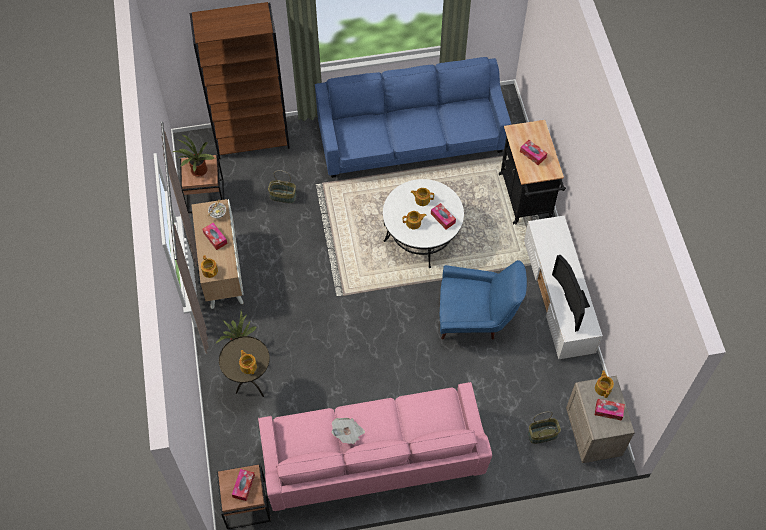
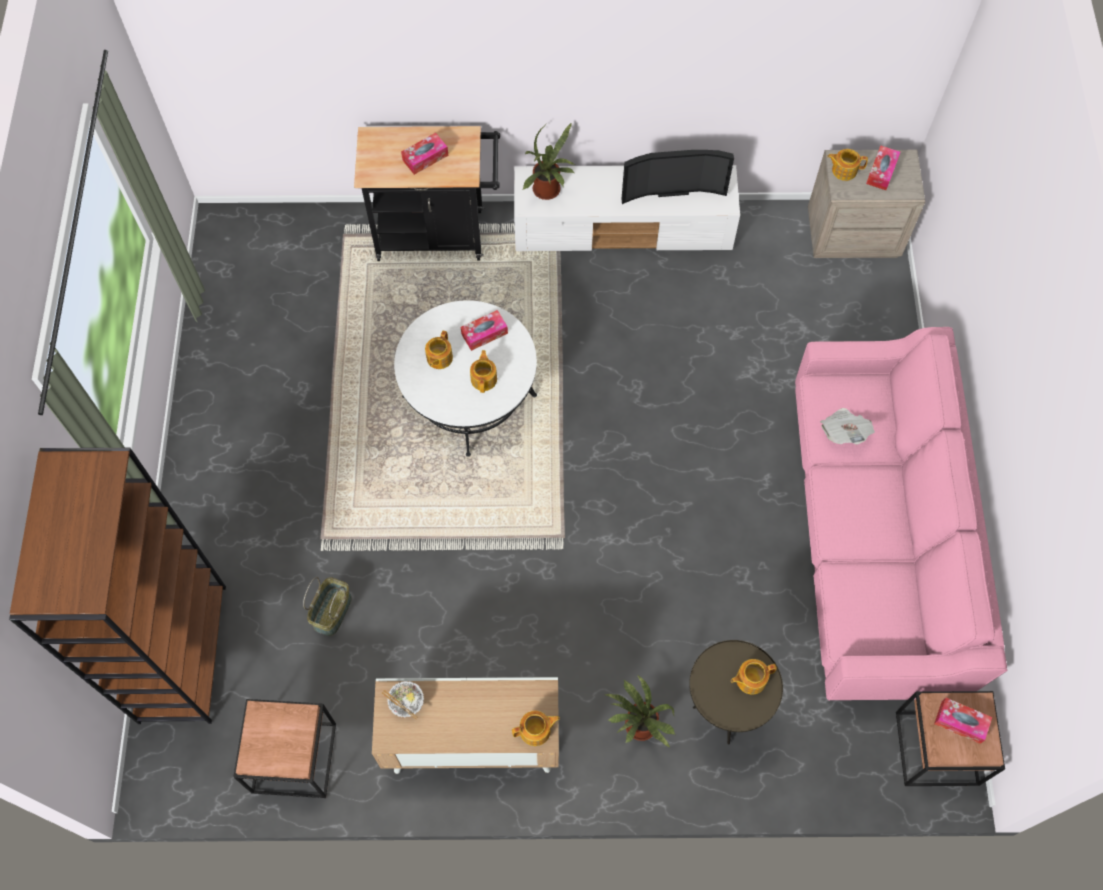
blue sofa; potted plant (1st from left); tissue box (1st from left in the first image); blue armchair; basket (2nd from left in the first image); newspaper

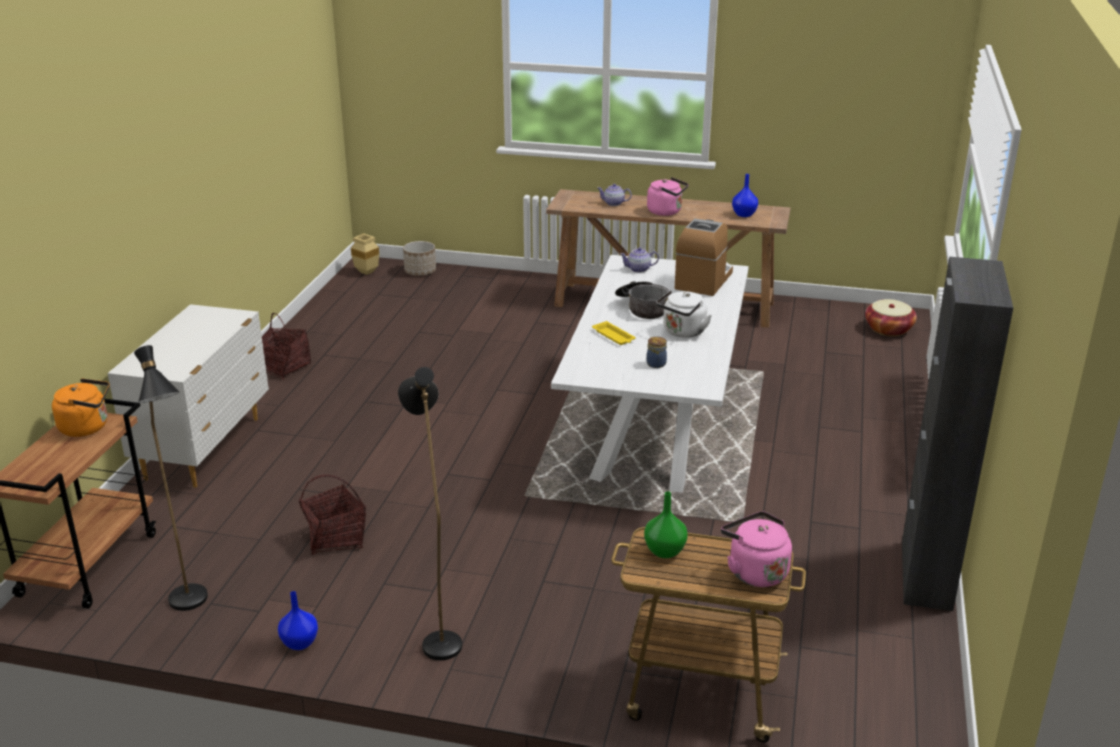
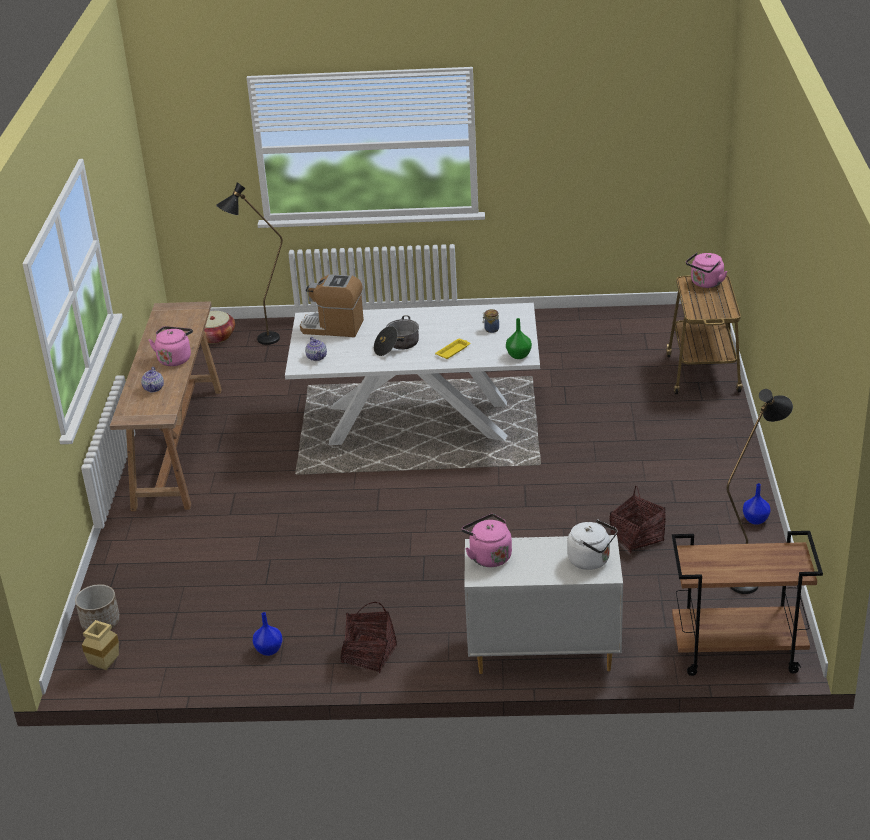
blue vase (1st from left); black cabinet; white kettle; black floor lamp (1st from left); orange kettle; green vase; pink kettle (2nd from left)

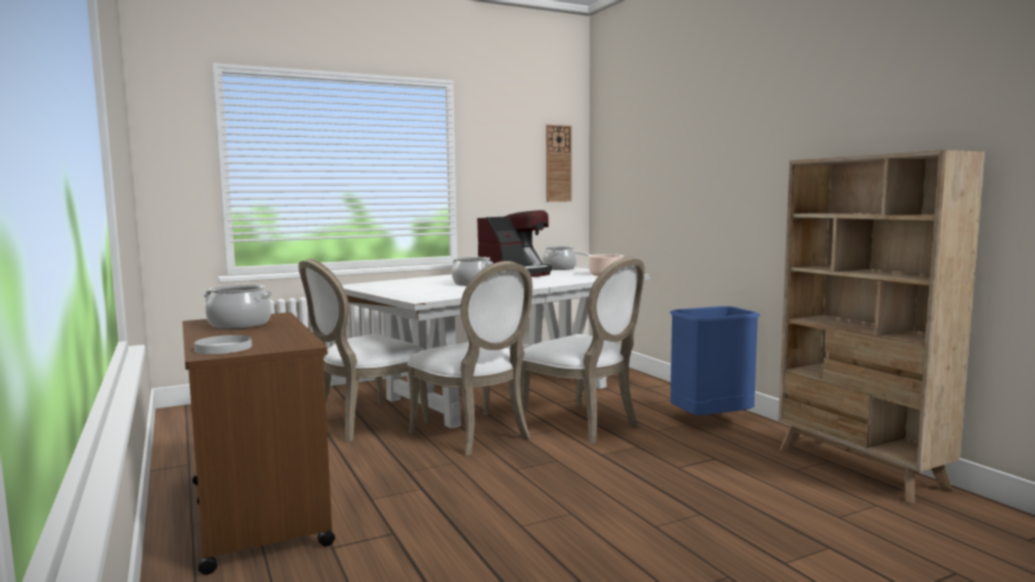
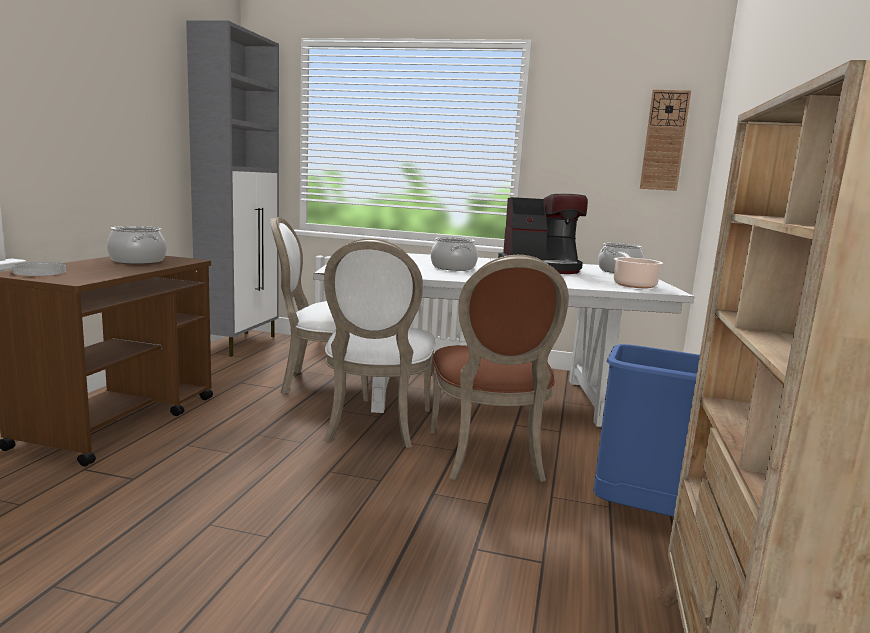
brown chair; grey cabinet

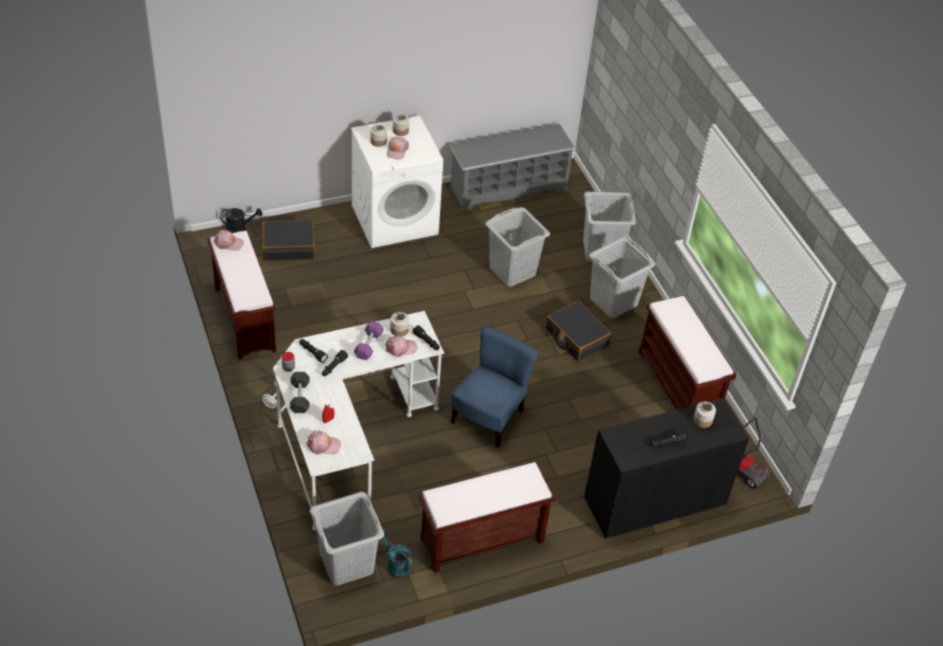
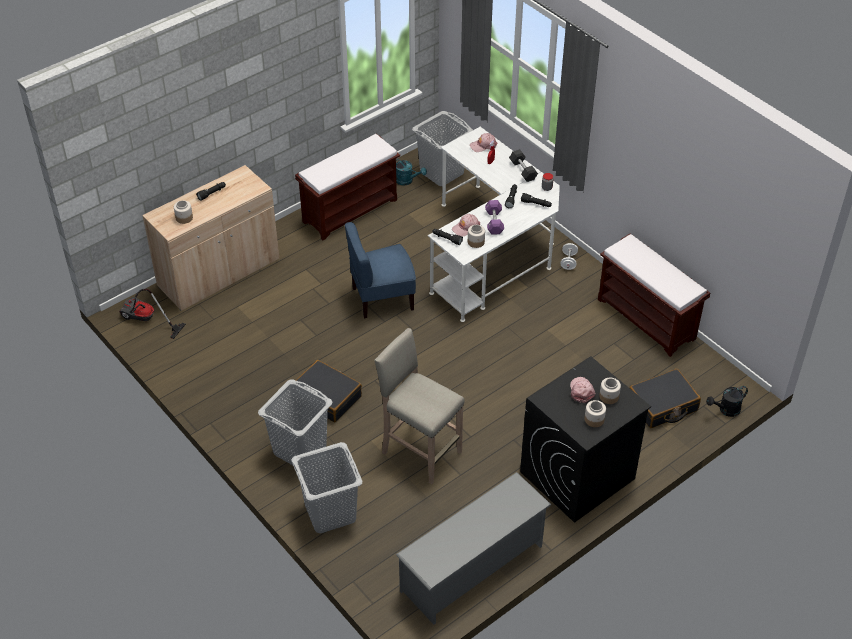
black washing machine; beige stool; pink cap (1st from left in the first image); brown bench (3rd from left in the first image); blue chair; beige cabinet

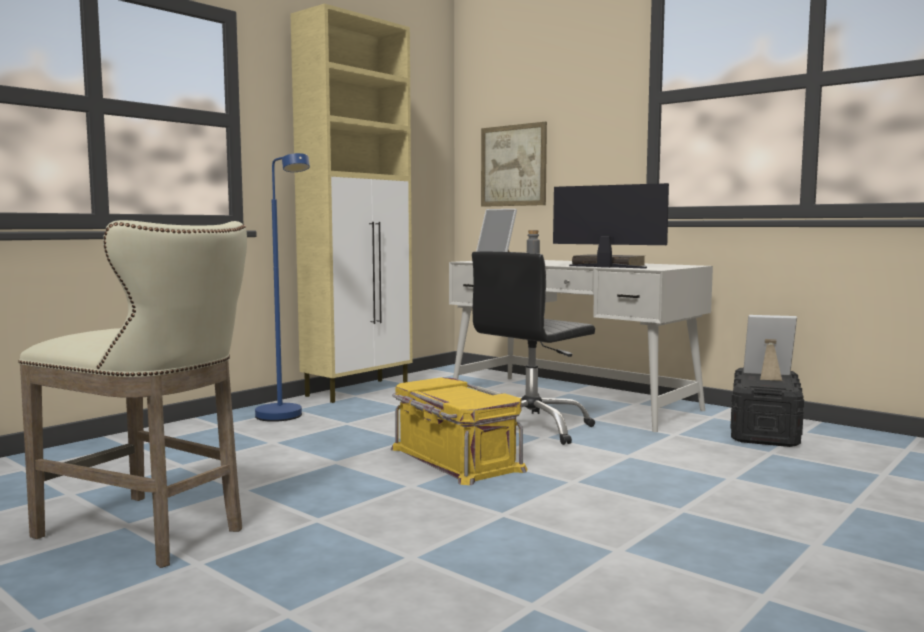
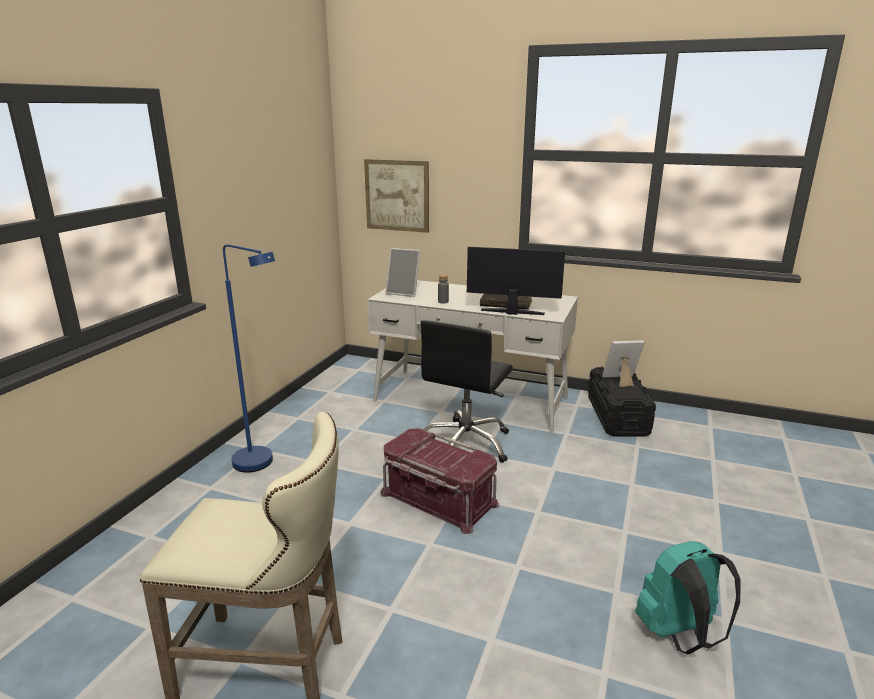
beige cabinet; red storage box; turquoise backpack

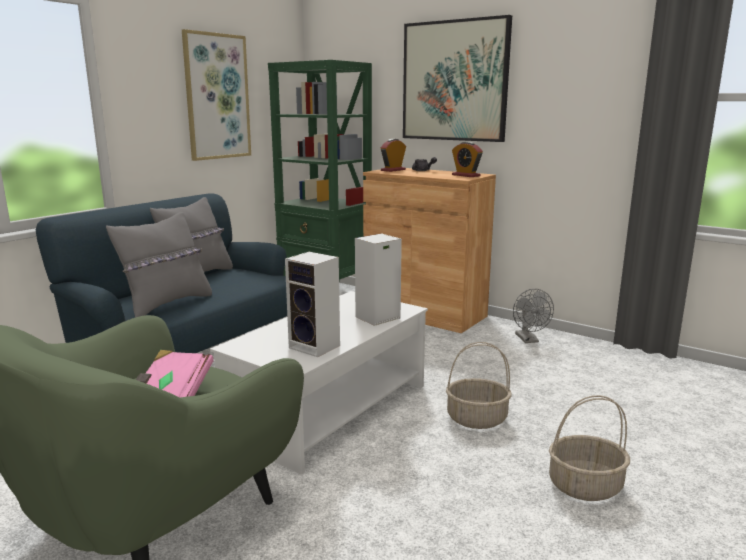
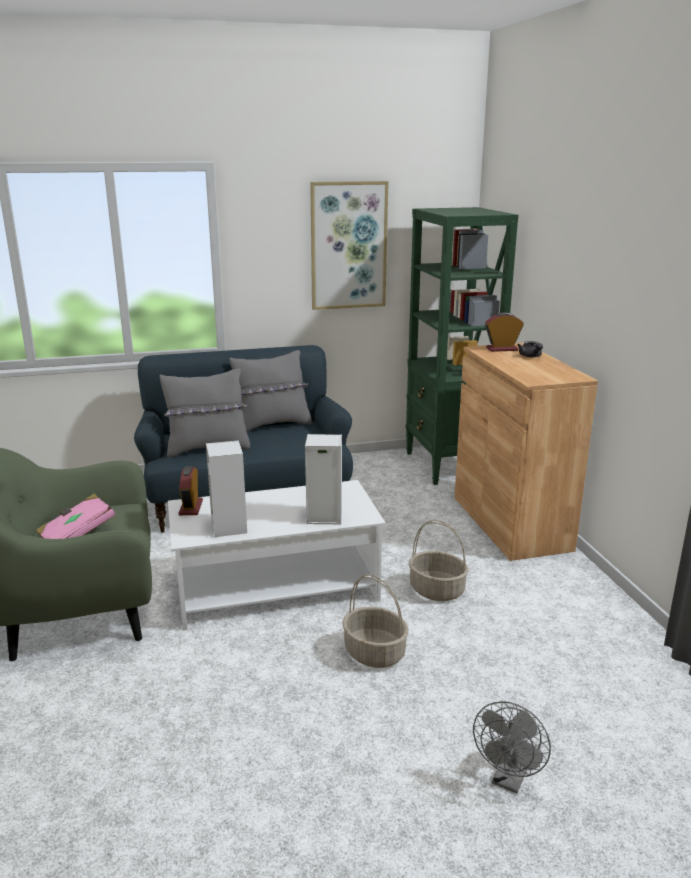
picture (2nd from left in the first image); alarm clock (1st from left); grey fan; basket (2nd from left)

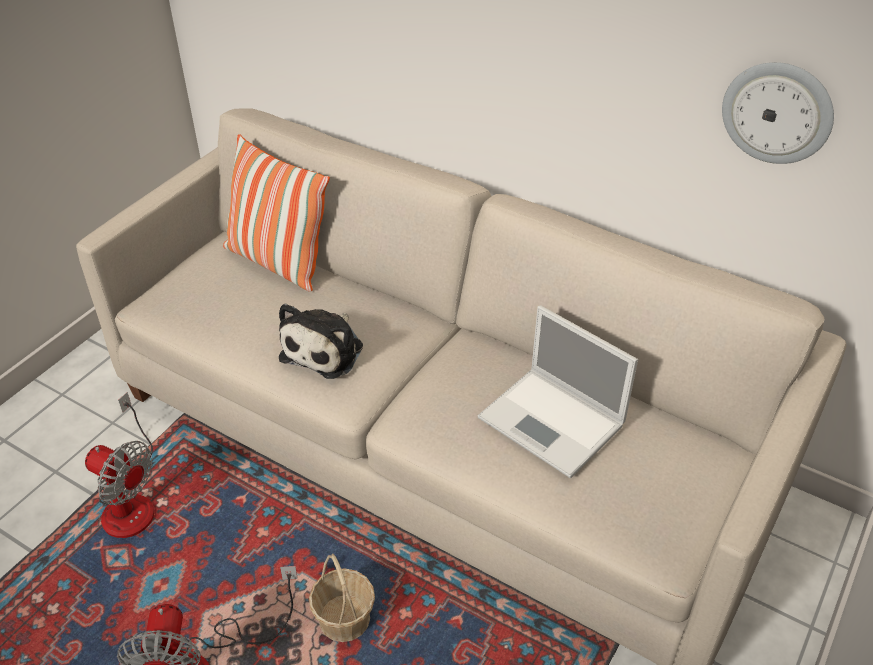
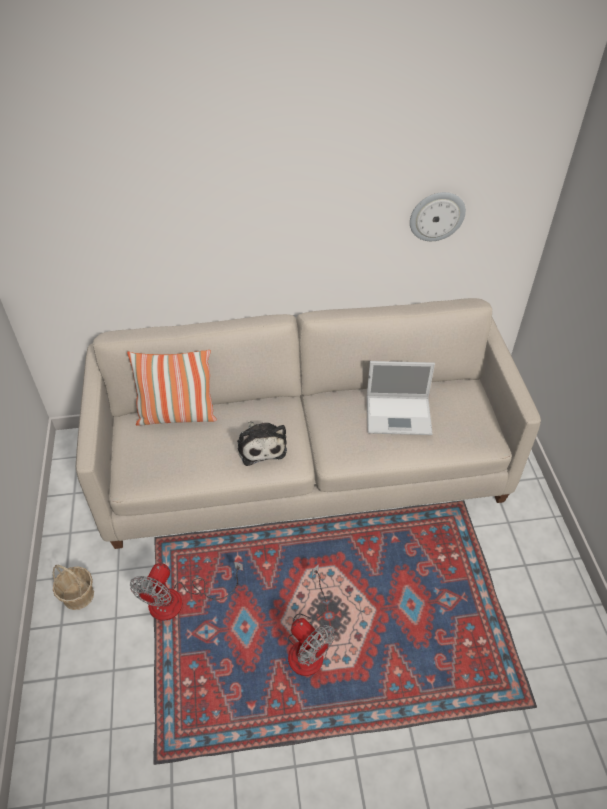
fan (1st from left); basket

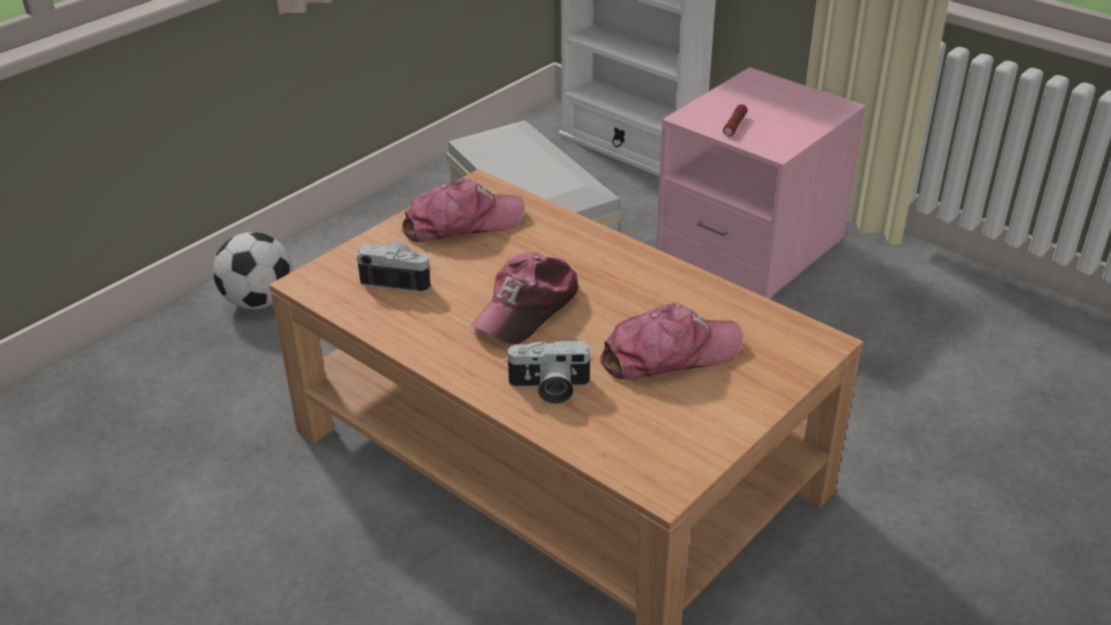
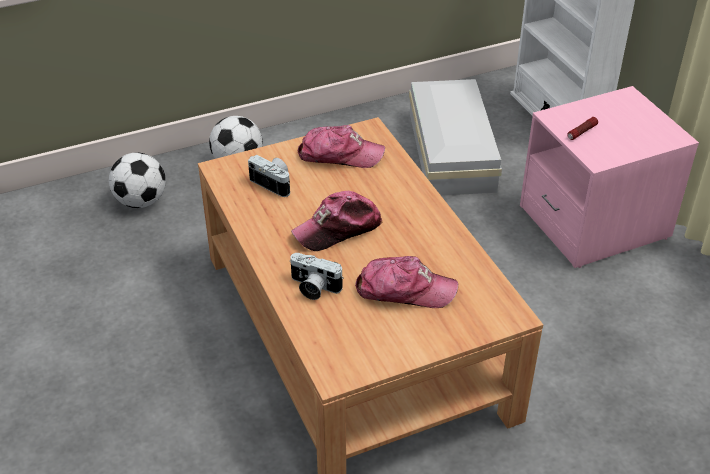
football (1st from left)

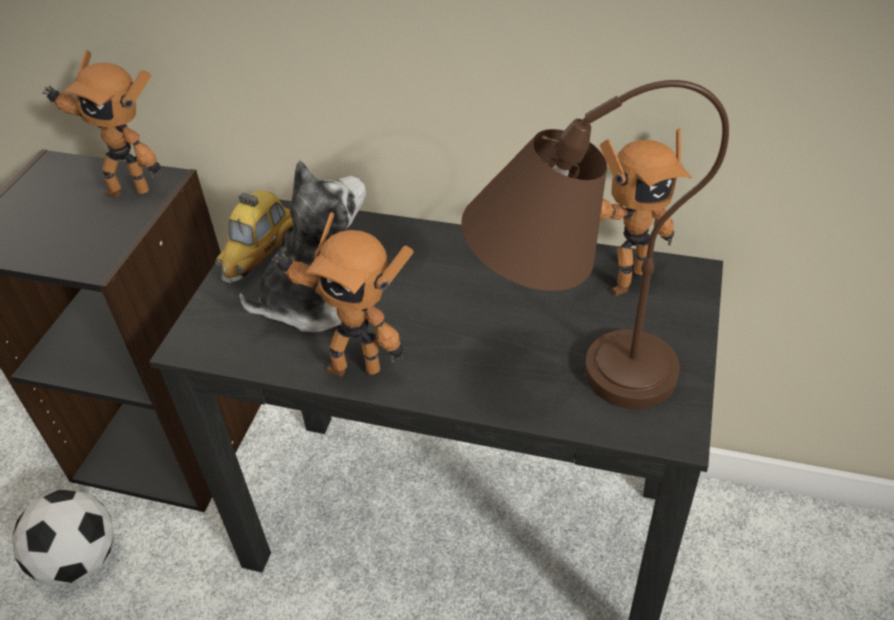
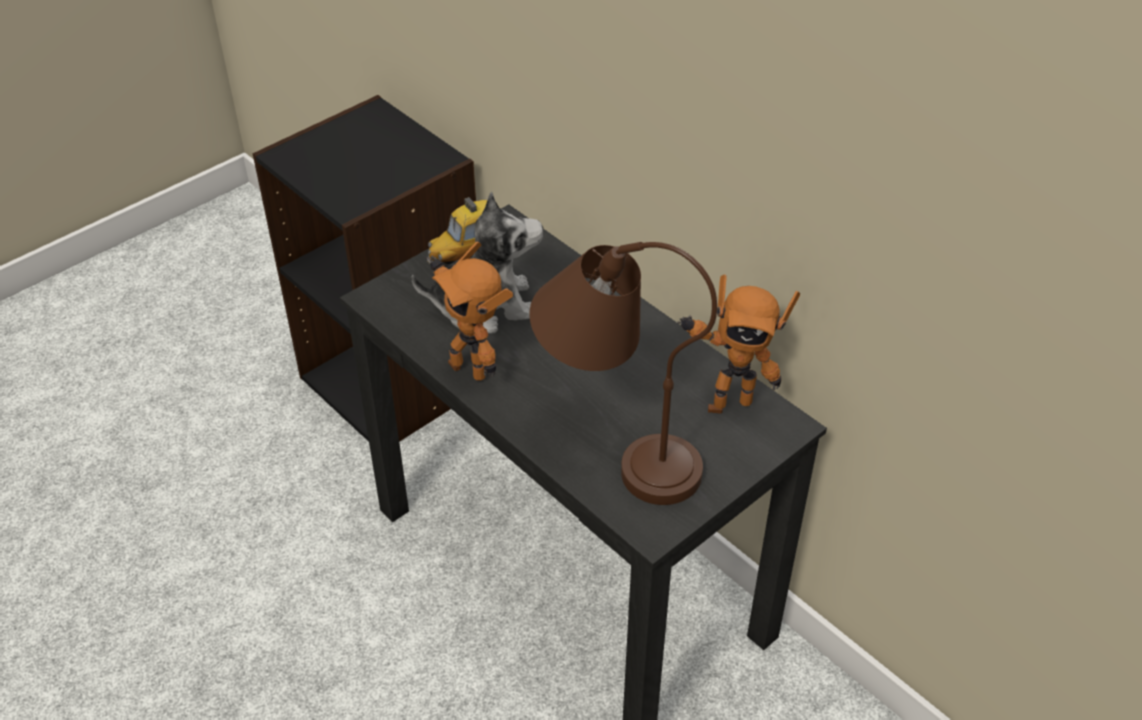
toy robot (1st from left in the first image); football

